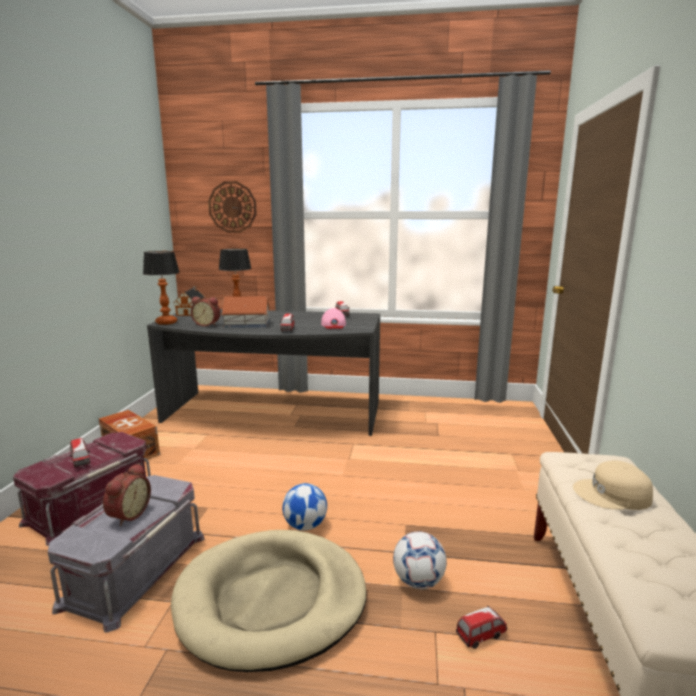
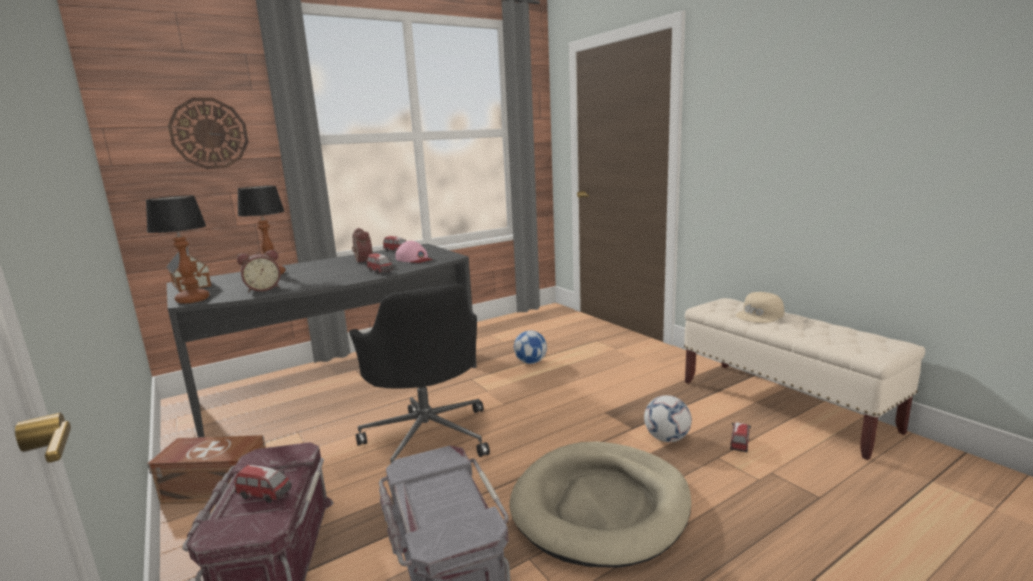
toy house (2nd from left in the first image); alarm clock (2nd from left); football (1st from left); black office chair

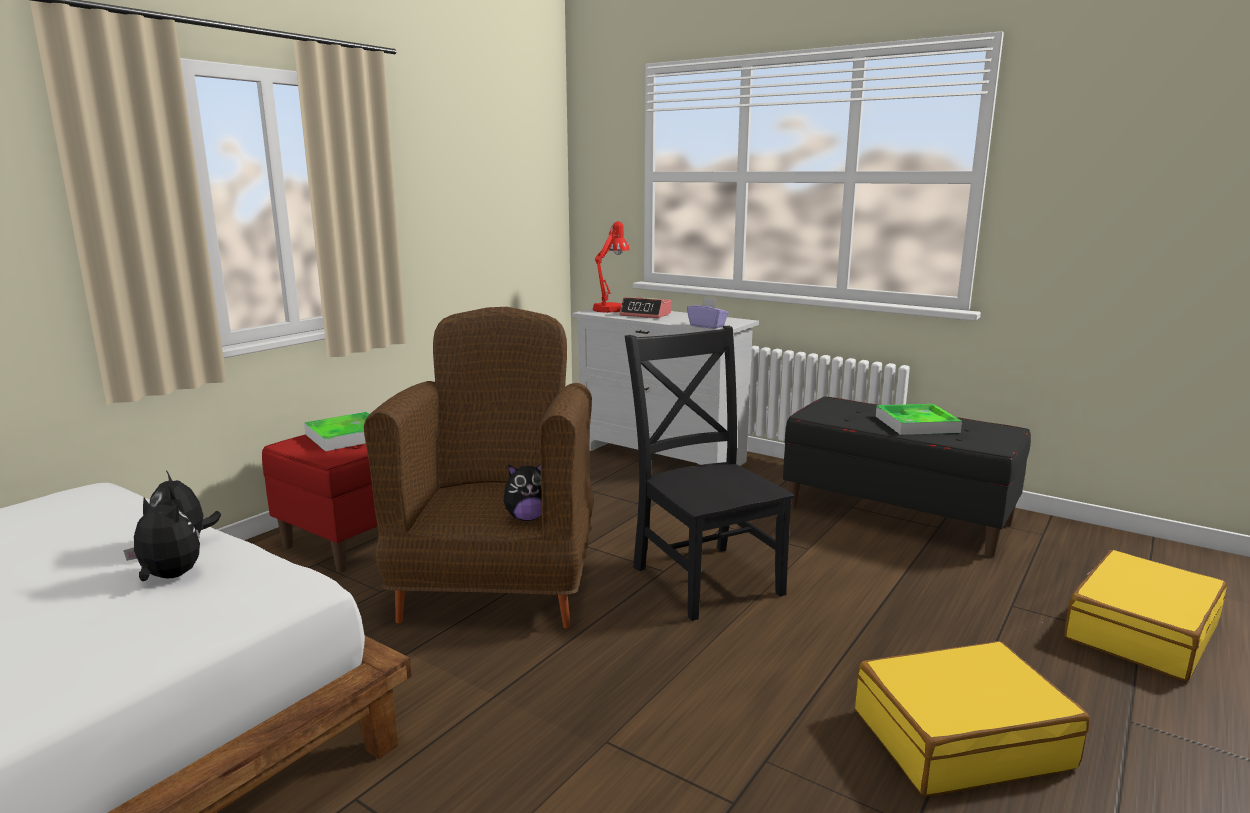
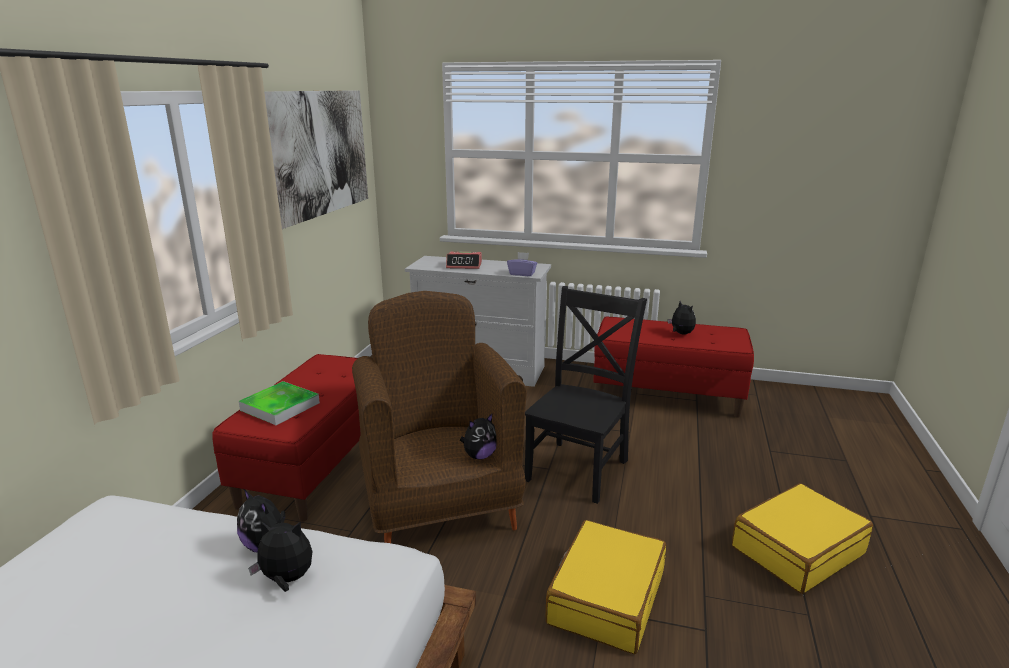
red table lamp; black chair; red bench (2nd from left); plush toy (4th from left); yellow suitcase (1st from left); picture

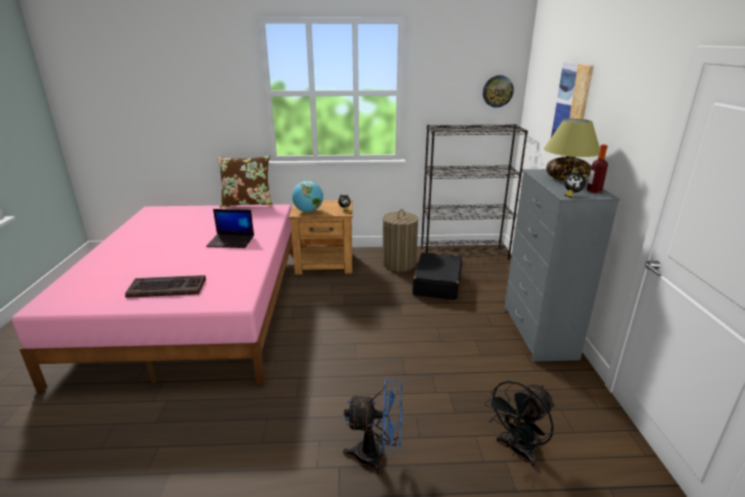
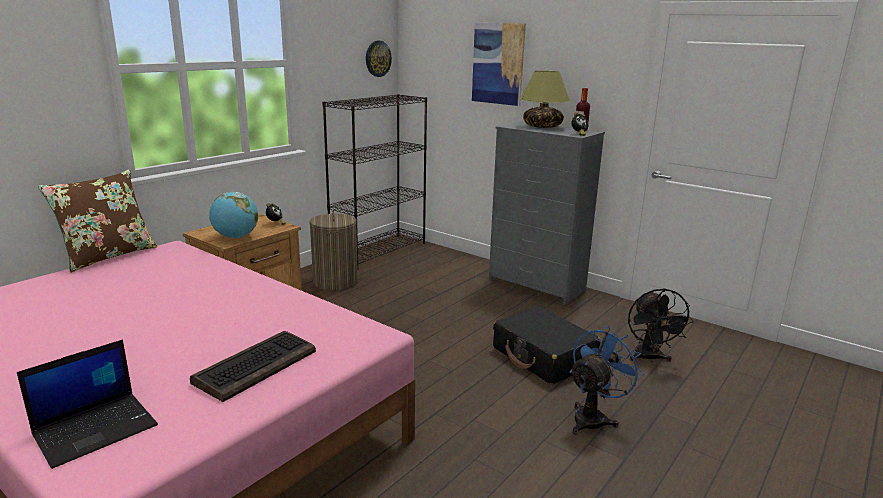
laptop; black suitcase

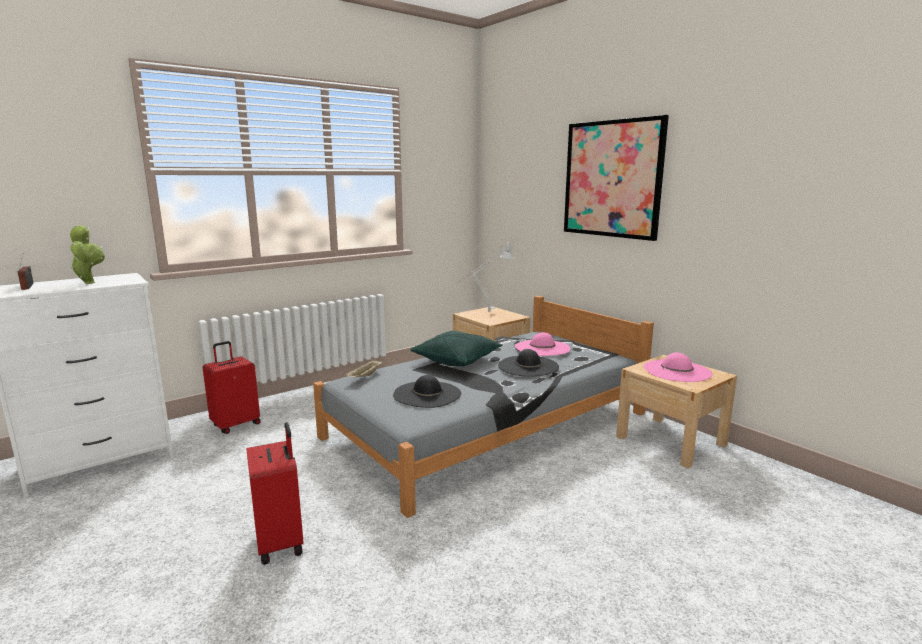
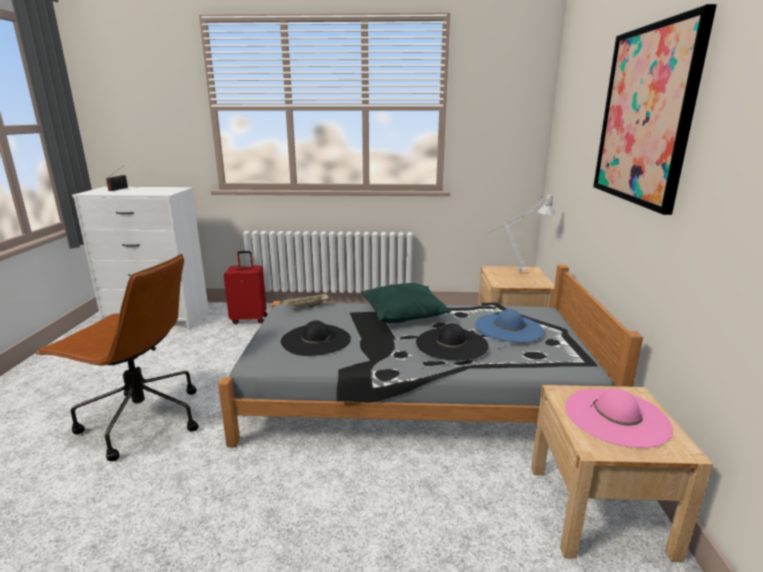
potted plant; blue hat; brown office chair

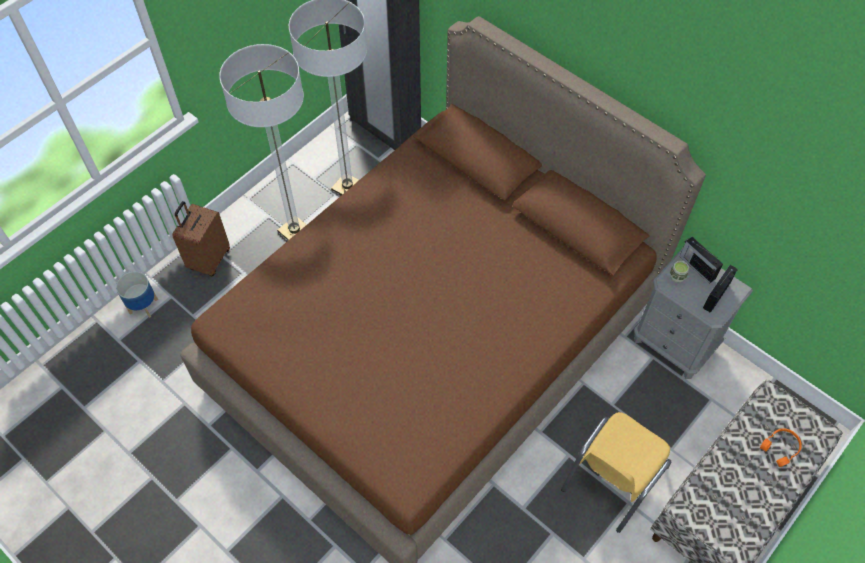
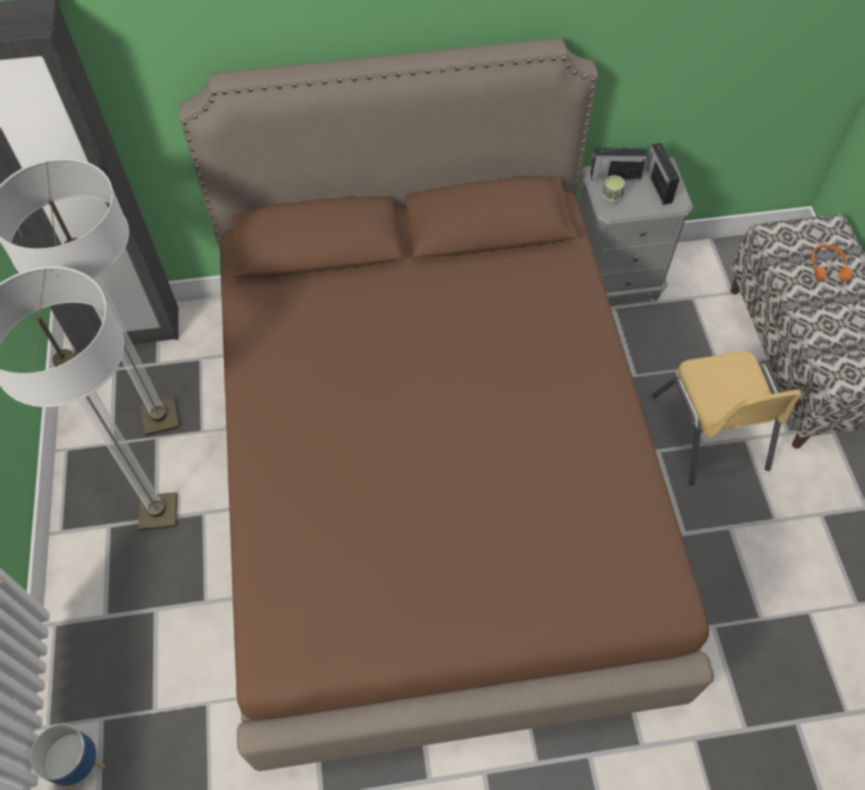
brown suitcase

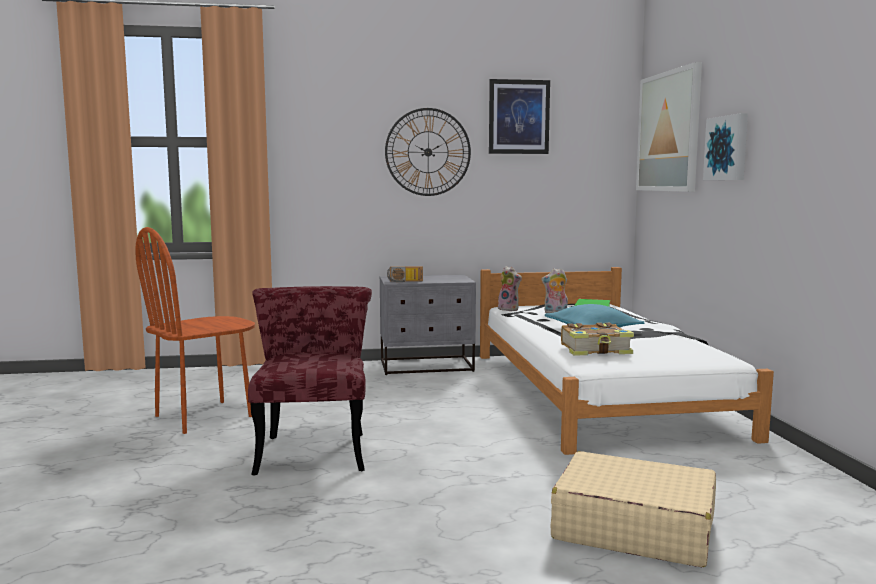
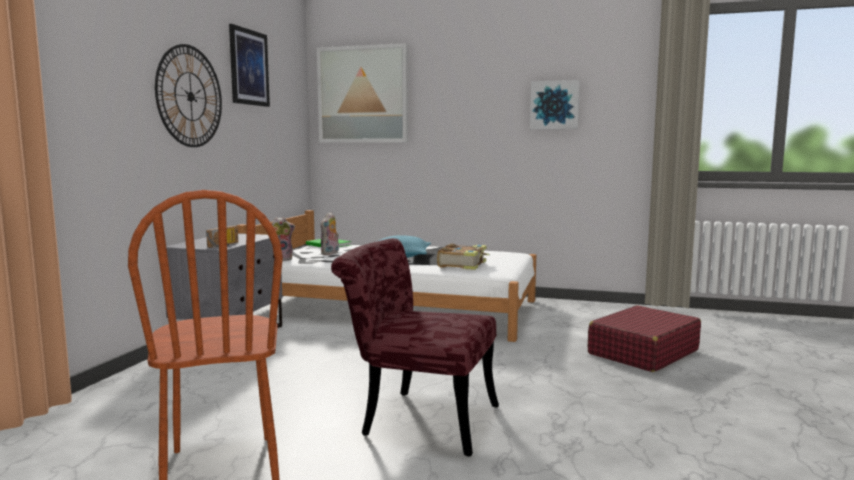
picture (3rd from left); red suitcase

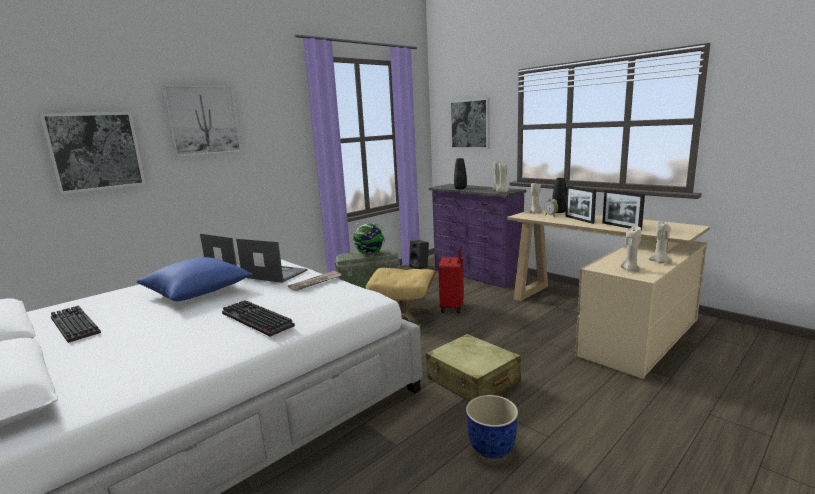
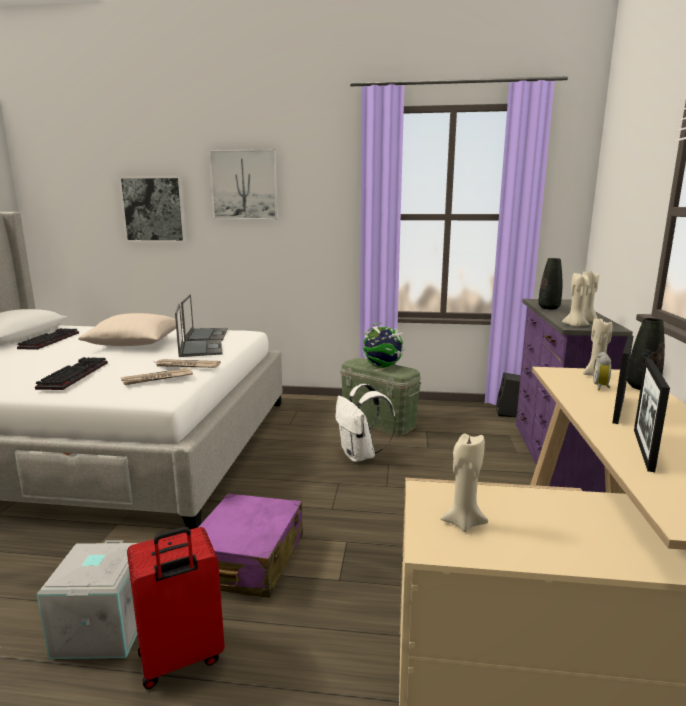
picture (3rd from left in the first image); beige candle (5th from left in the first image); red suitcase; beige pillow; white backpack; purple suitcase; grey storage box; newspaper (1st from left)

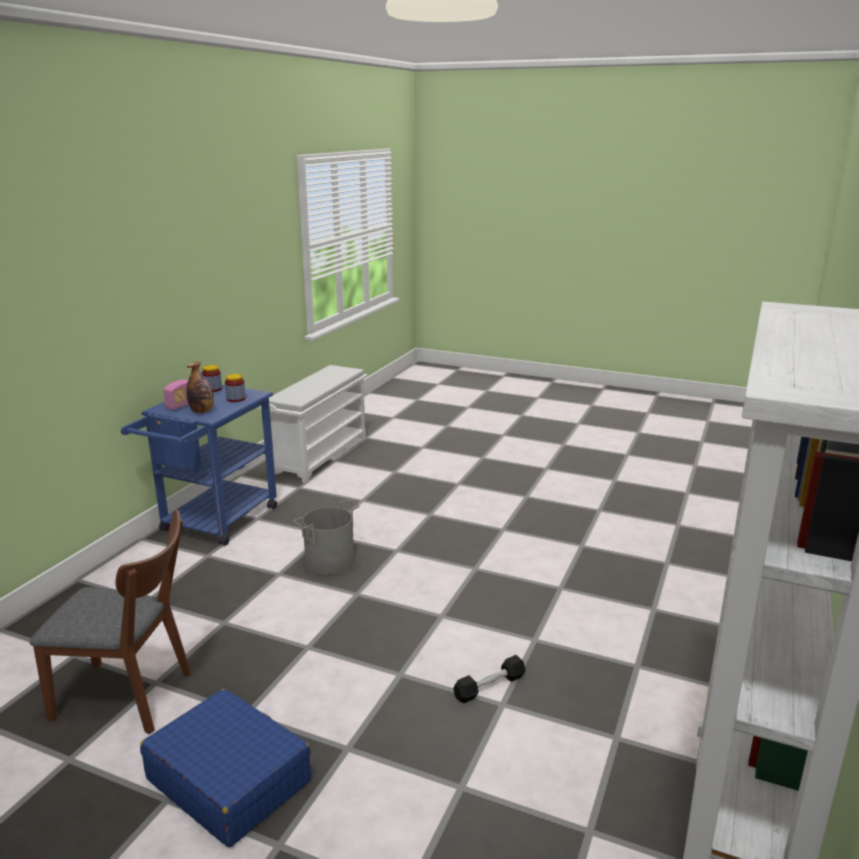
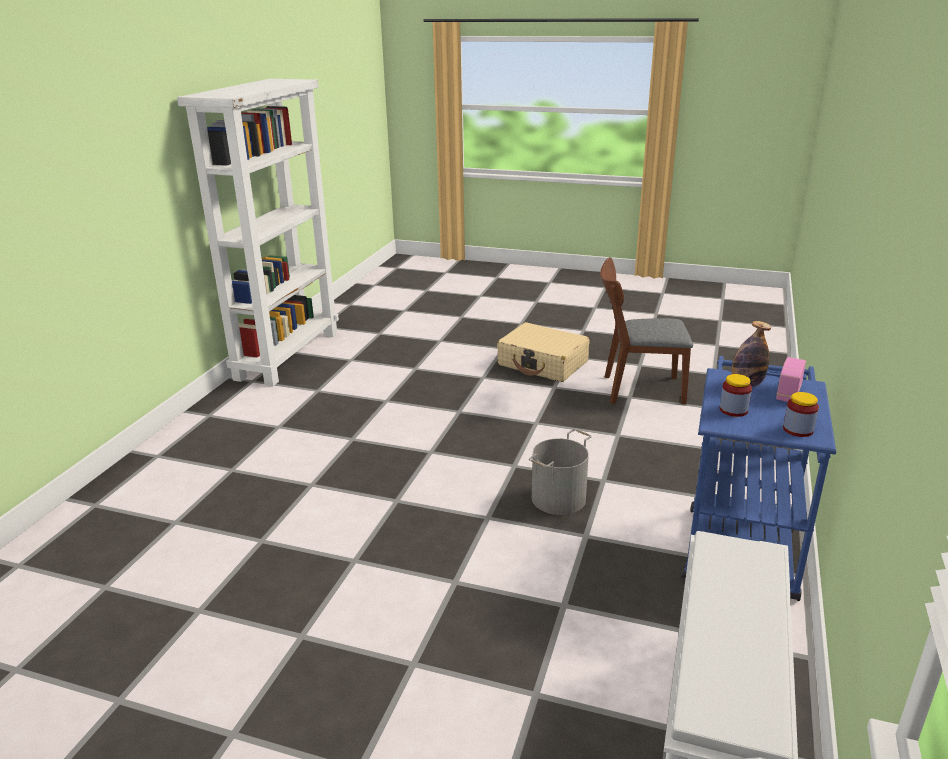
black dumbbell; beige suitcase

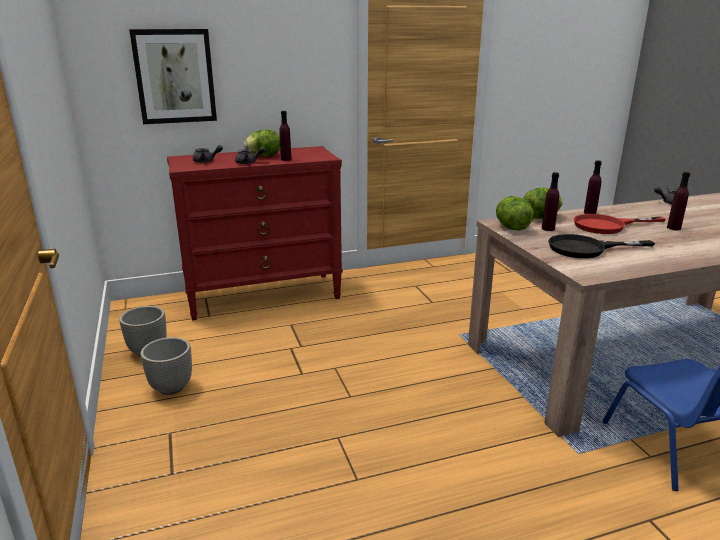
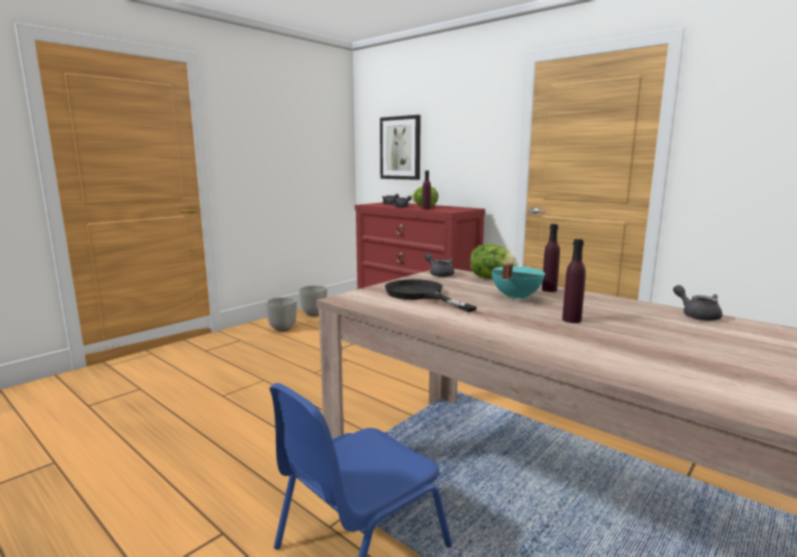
purple bottle (2nd from left in the first image); grey teapot (3rd from left); turquoise cooking pot

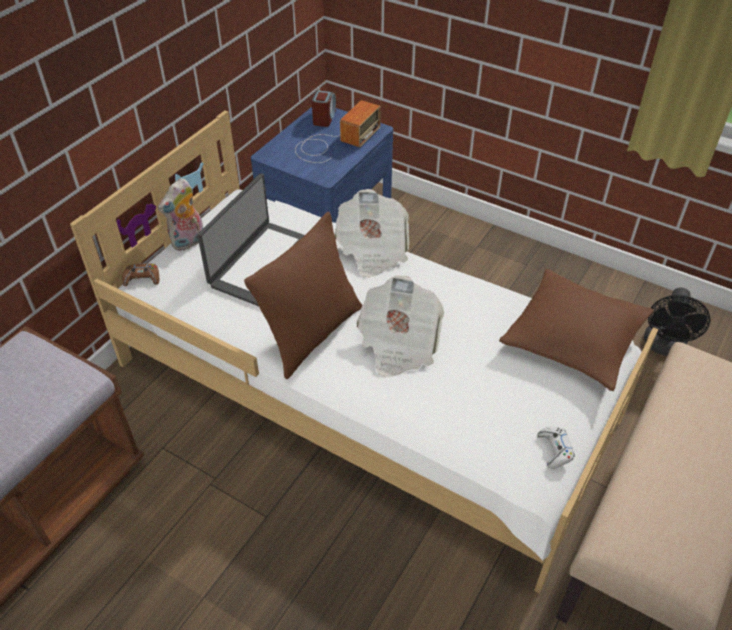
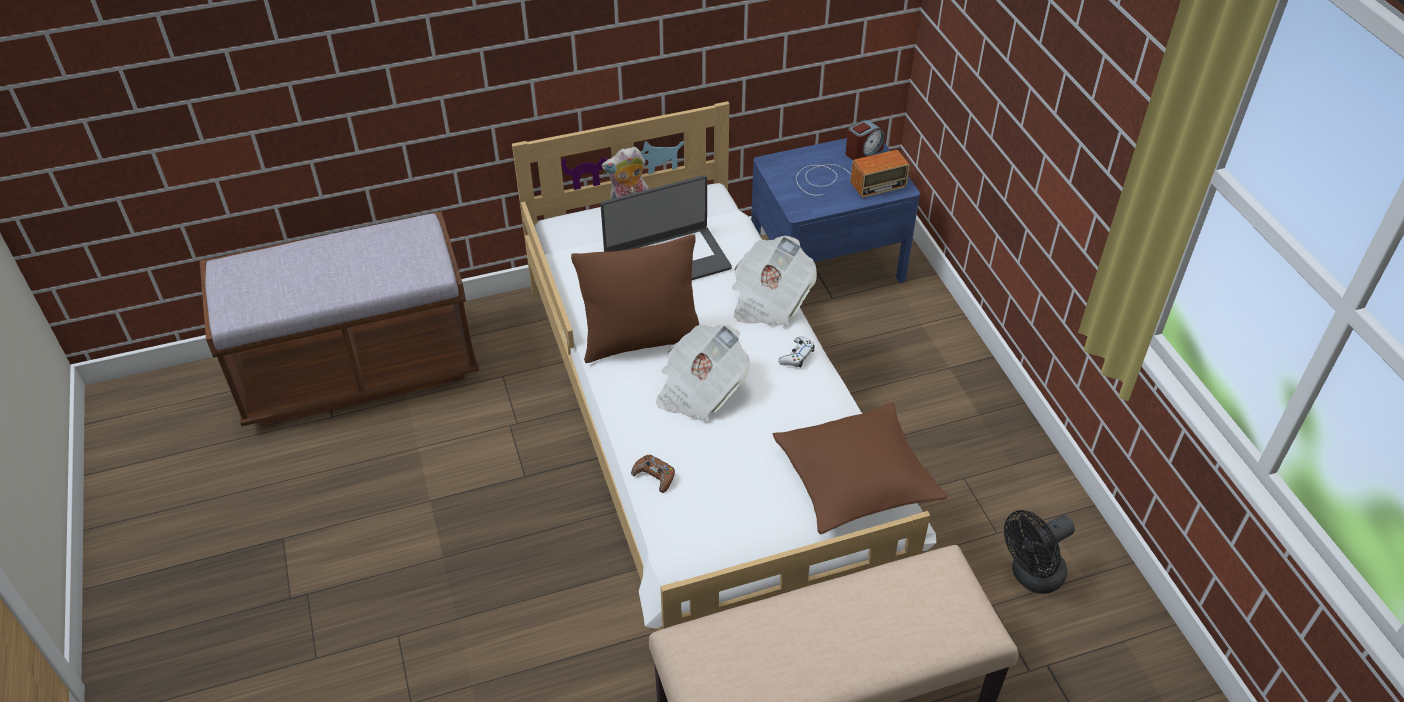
brown game controller; white game controller

